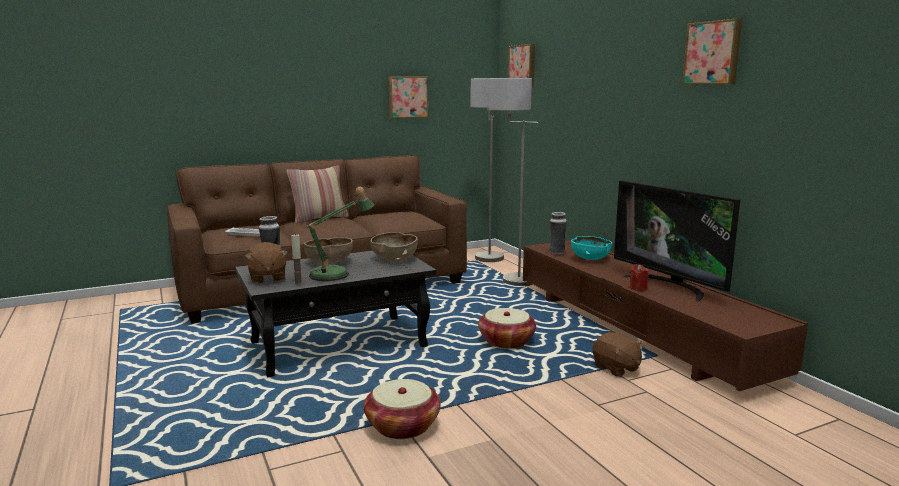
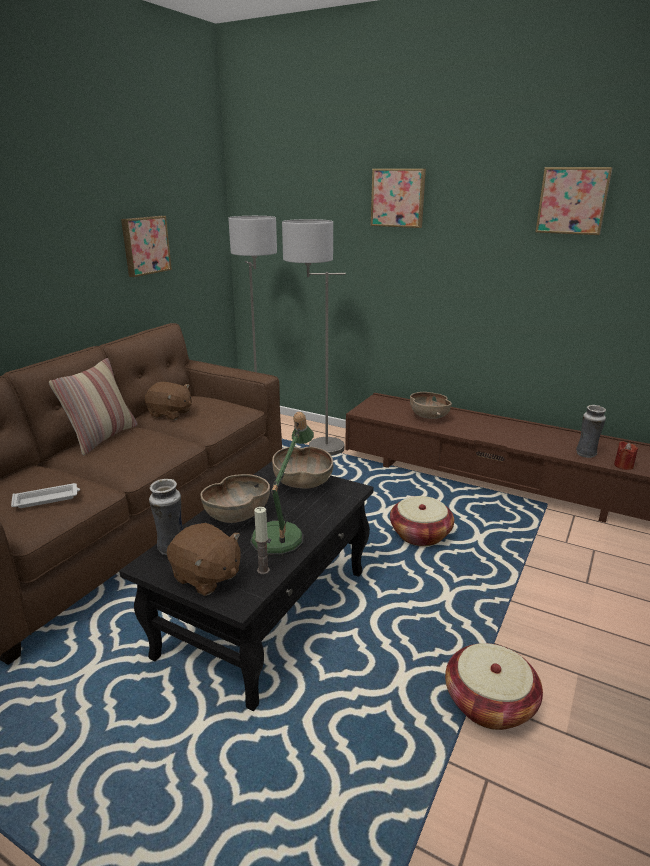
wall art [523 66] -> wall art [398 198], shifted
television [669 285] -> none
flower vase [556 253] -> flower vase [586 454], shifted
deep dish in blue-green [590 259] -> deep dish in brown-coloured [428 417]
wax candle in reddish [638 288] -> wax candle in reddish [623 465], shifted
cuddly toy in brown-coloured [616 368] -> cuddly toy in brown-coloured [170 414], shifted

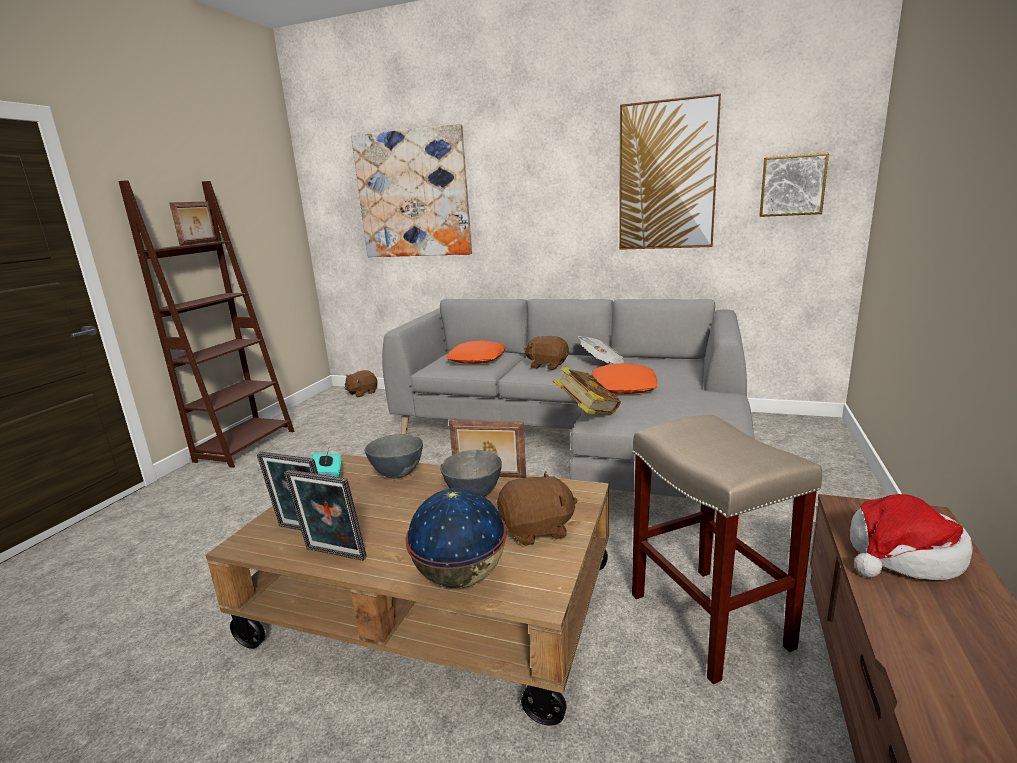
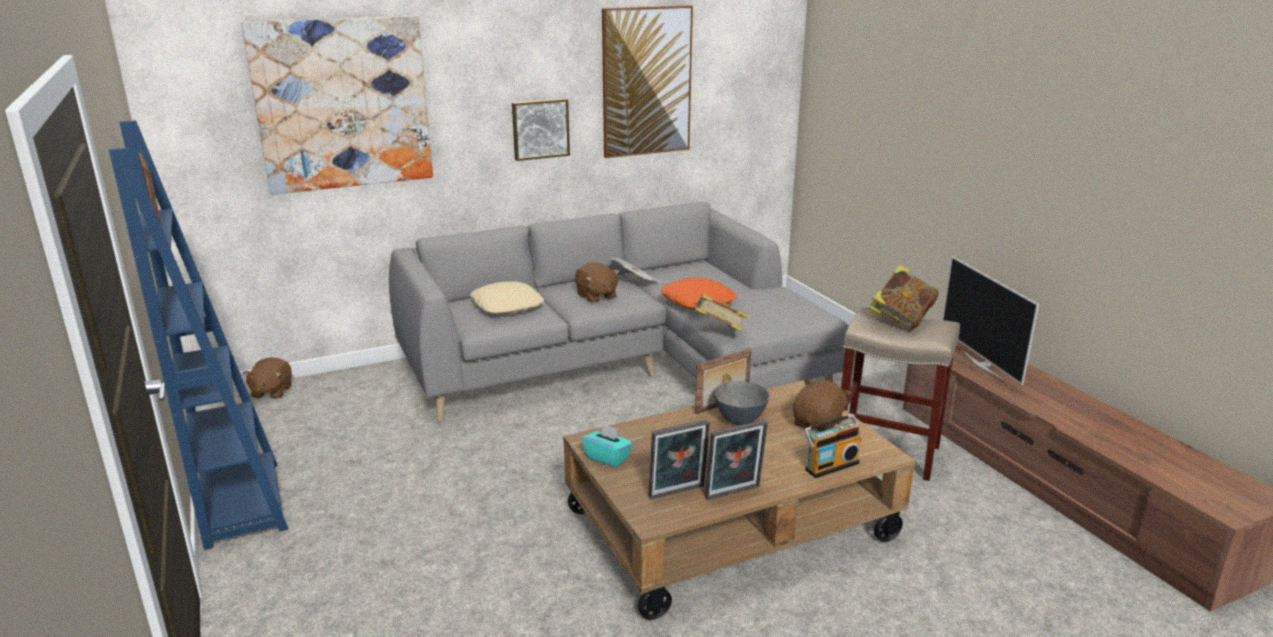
wall art [792 185] -> wall art [540 129], shifted
shelving unit in brown-coloured [245 446] -> shelving unit in blue-coloured [242 504]
cuddly toy in brown-coloured [547 365] -> cuddly toy in brown-coloured [596 296], 105 degrees counterclockwise
cushion in orange-coloured [477 359] -> cushion in beige [507 306]
deep dish in grey [398 474] -> none
world globe [461 577] -> radio [830 465]
wearable hat [902 555] -> television [982 364]
none -> volume [901 320]

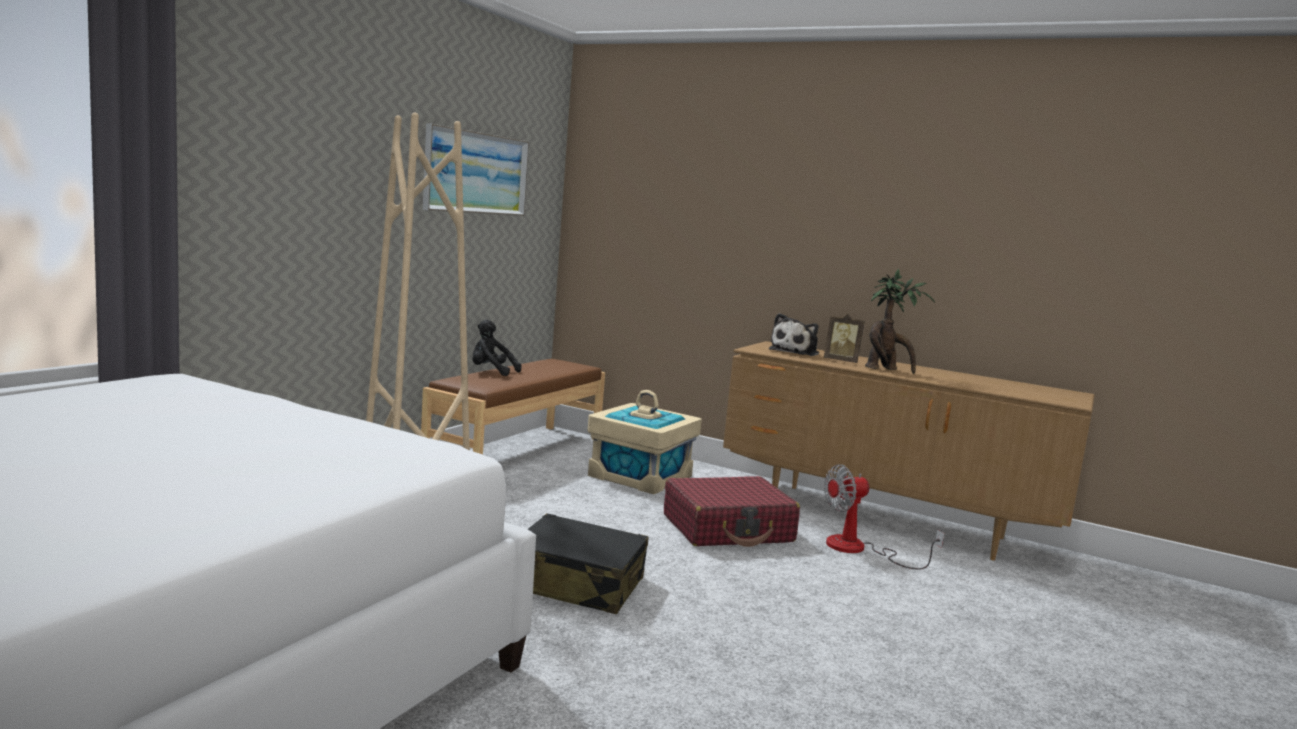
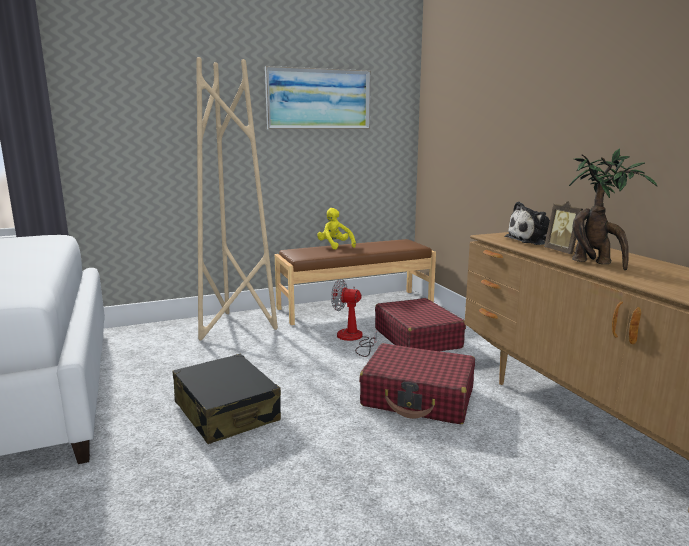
cuddly toy in black [491 372] -> cuddly toy in yellowish [335 246]
storage container in beige [640 476] -> travel case in reddish [417 338]
cooling fan [859 549] -> cooling fan [353 339], shifted

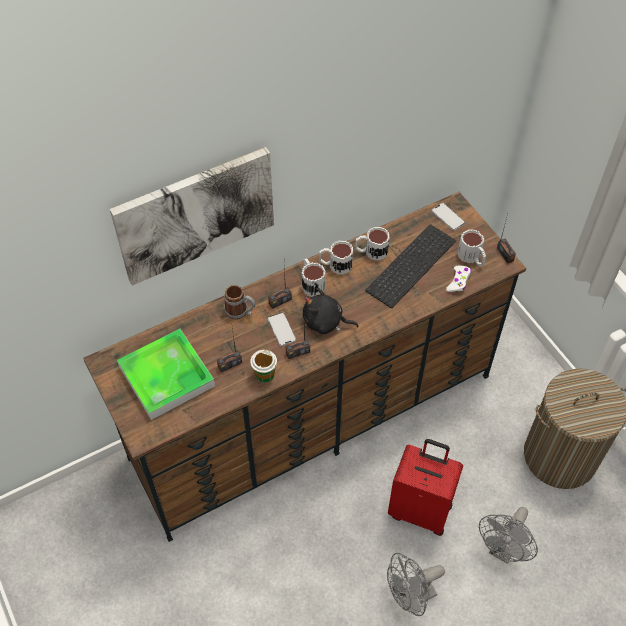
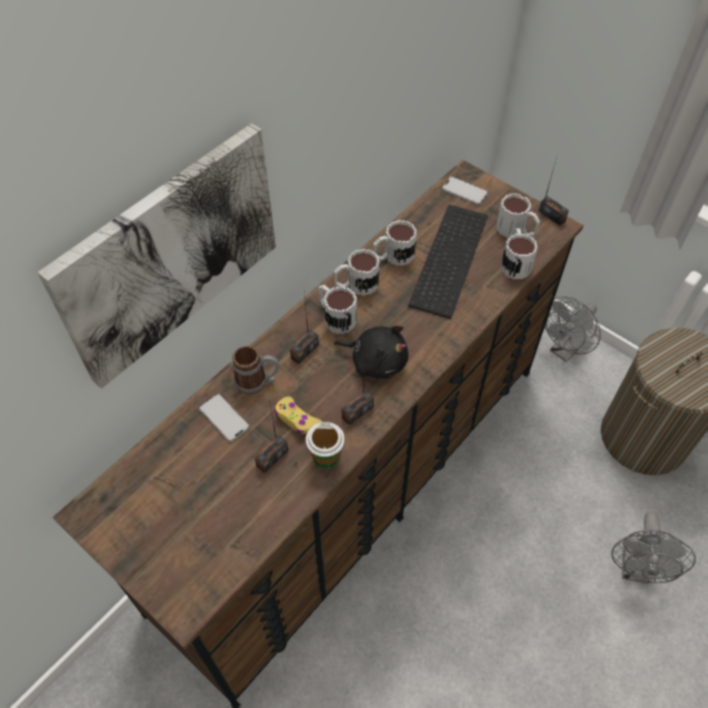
joypad in whitish [458 281] -> mug [514 262]
cuddly toy in black [325 322] -> cuddly toy in black [376 361], 150 degrees counterclockwise
phone [281 329] -> phone [224 418], shifted
carrying tray [166 376] -> none
travel case in reddish [420 509] -> none
cooling fan in grey [410 597] -> cooling fan in grey [564 351], shifted
none -> joypad in yellowish [297 419]

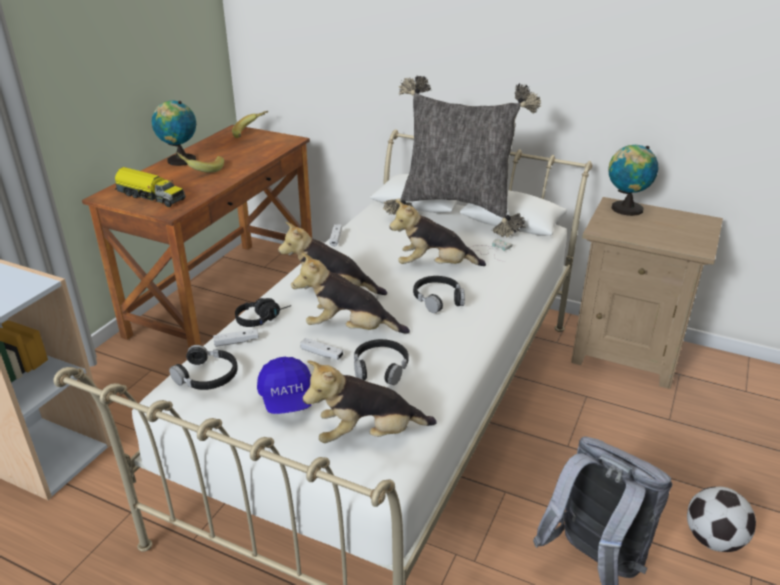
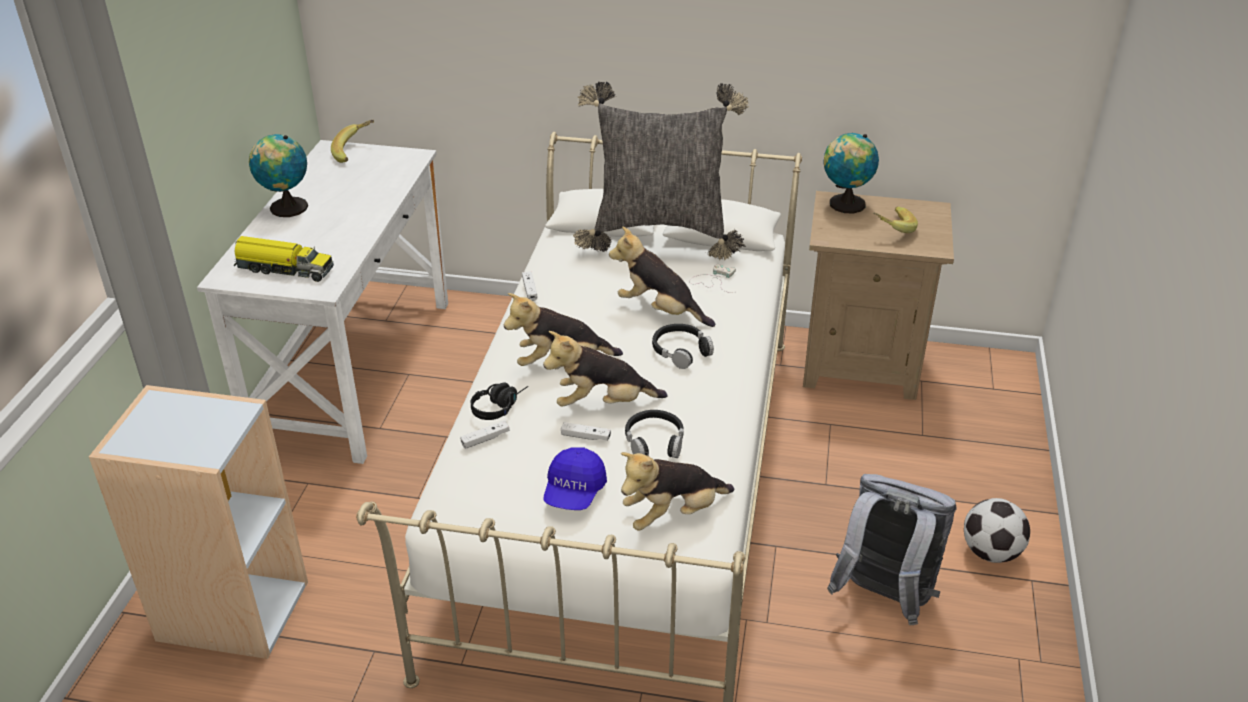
desk unit in brown-coloured [224 296] -> desk unit in whitish [353 370]
banana [202 170] -> banana [890 229], shifted
cuddly toy [434 266] -> cuddly toy [660 310], 45 degrees clockwise
headset in black [207 376] -> none
cap in blue-coloured [287 398] -> cap in blue-coloured [574 492], 45 degrees clockwise

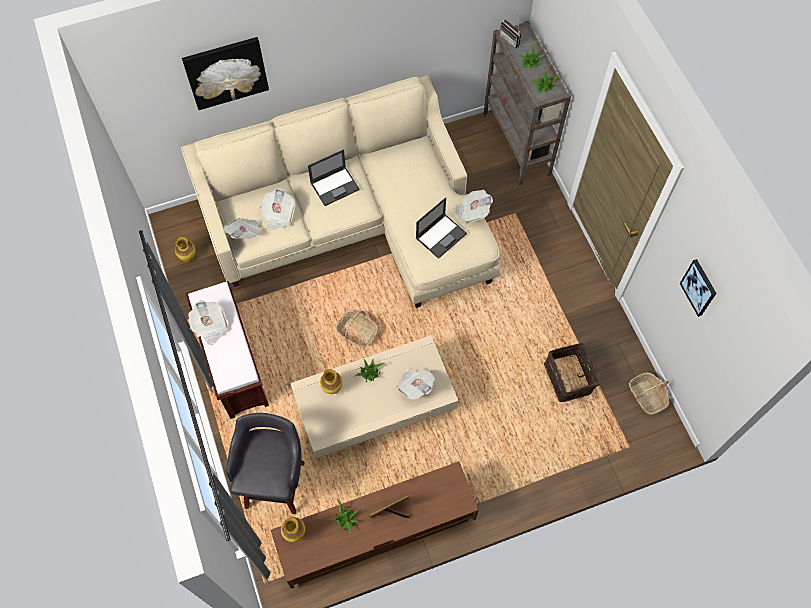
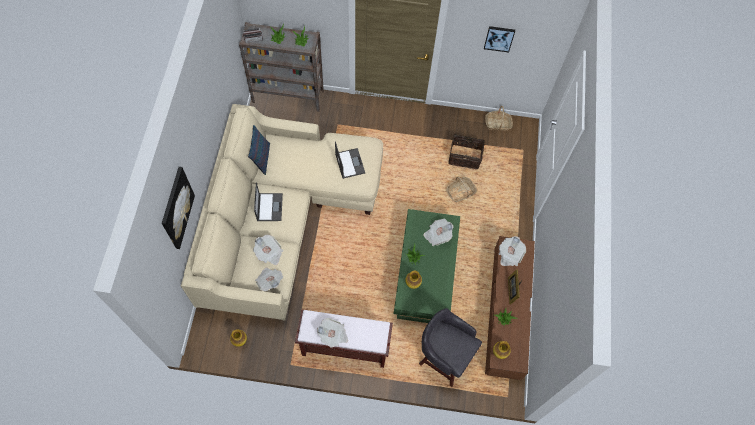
newspaper [472 211] -> newspaper [509 255], shifted
household basket [357 332] -> household basket [460 192], shifted
coffee table in beige [376 407] -> coffee table in green-coloured [425 273]
none -> cushion in blue-coloured [262 158]

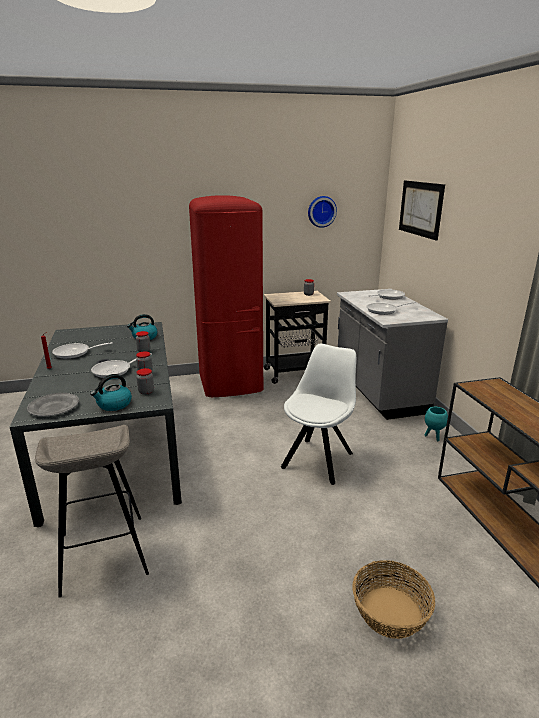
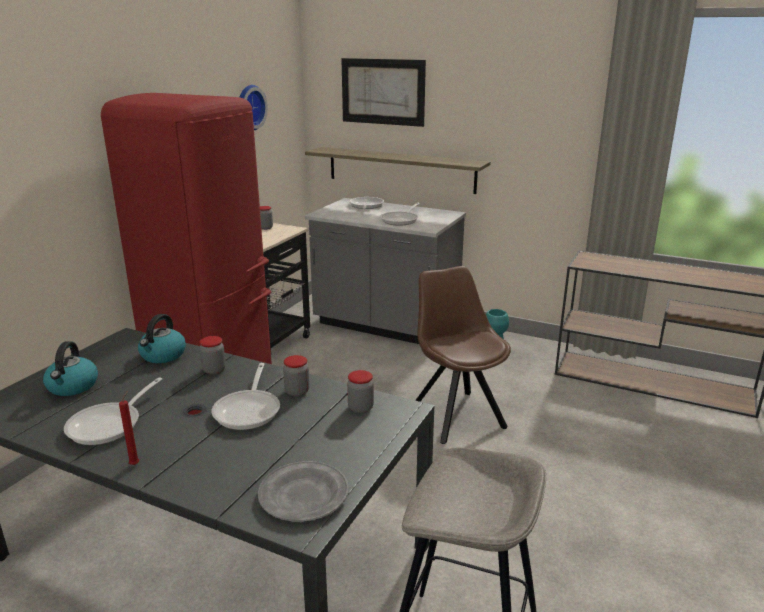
plain chair in whitish [318 460] -> plain chair in brown-coloured [457 416]
kettle [114 405] -> kettle [72 386], shifted
household basket [390 612] -> none
none -> shelf [400 169]

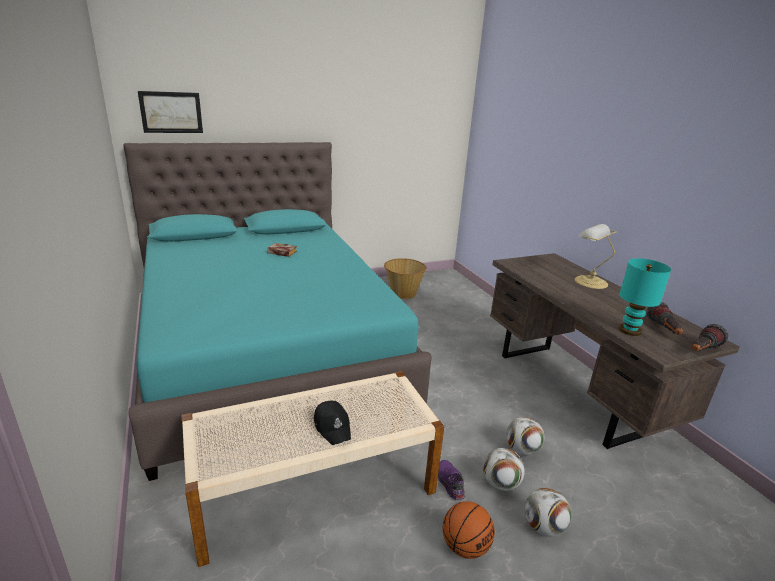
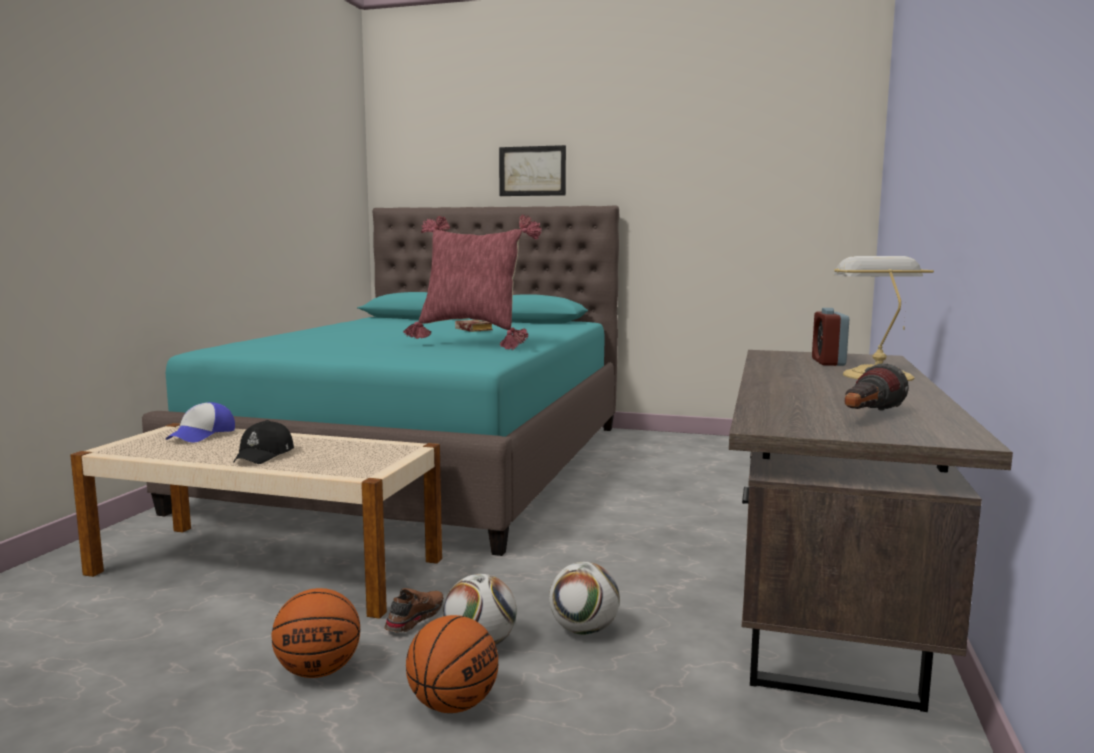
wall art [171 112] -> wall art [532 171], shifted
household basket [403 293] -> none
lamp for a table in blue-green [630 330] -> none
flashlight [701 351] -> none
low shoe in purple [449 483] -> low shoe in brown-coloured [413 618]
football ball [543 527] -> basketball ball [453 705]
none -> cushion in reddish [473 344]
none -> bedside clock [828 362]
none -> cap [202 435]

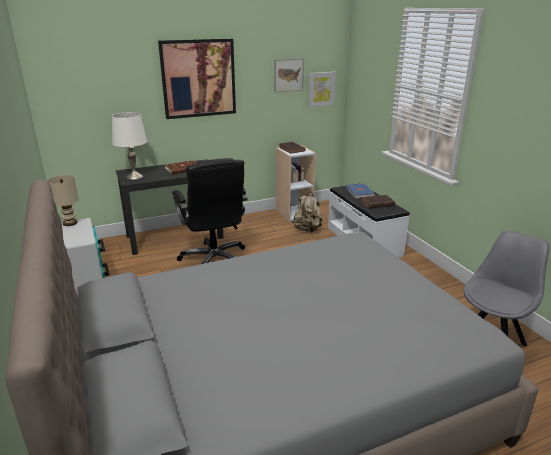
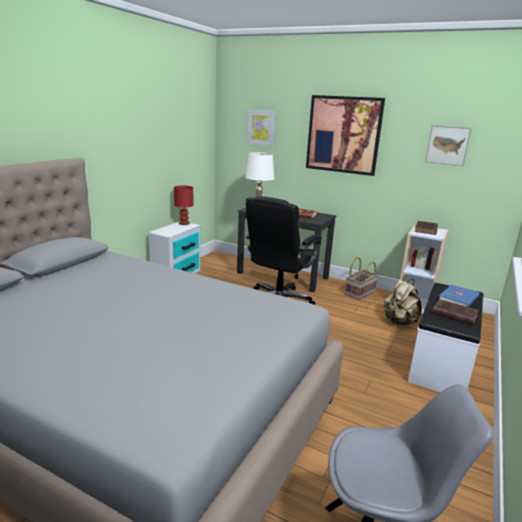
wall art [321 89] -> wall art [261 127], shifted
lamp for a table in beige [70 223] -> lamp for a table in reddish [183 223]
none -> household basket [359 292]

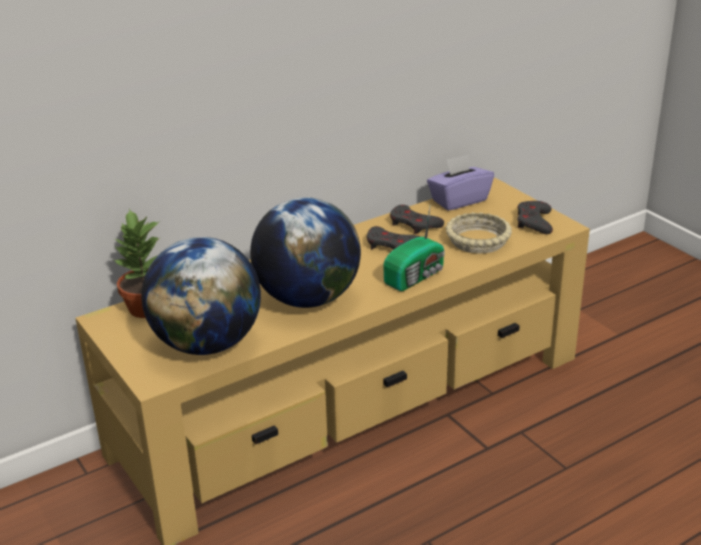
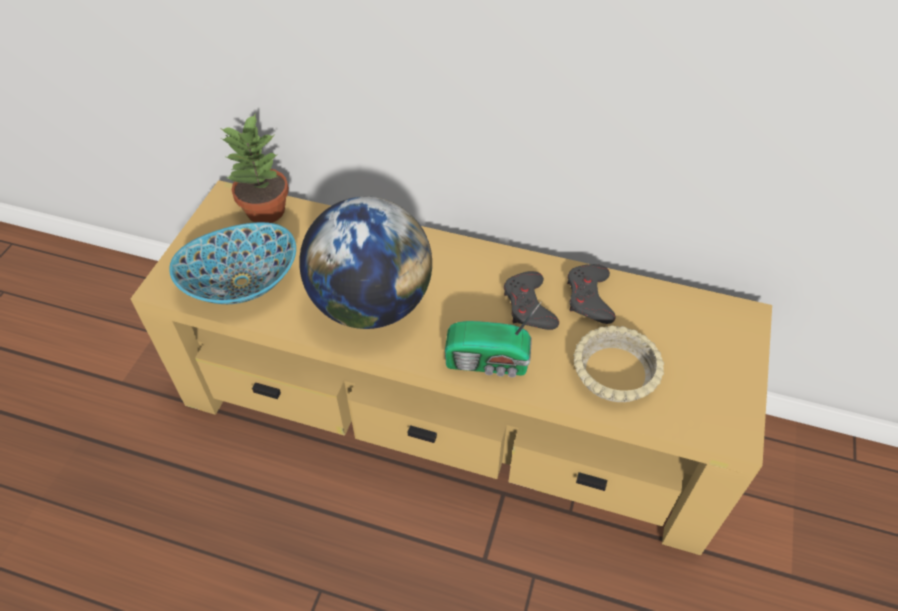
tissue holder in purple [459 200] -> none
joypad in grey [534 222] -> none
world globe [207 343] -> deep dish [242 283]

